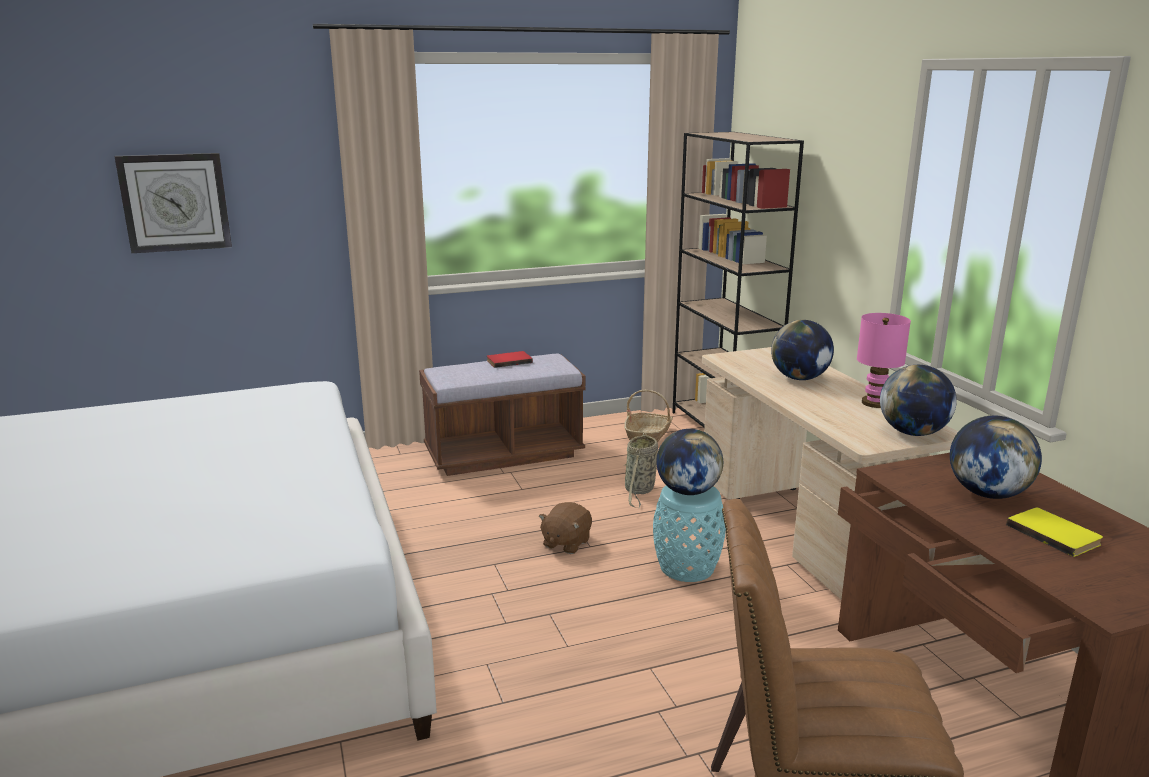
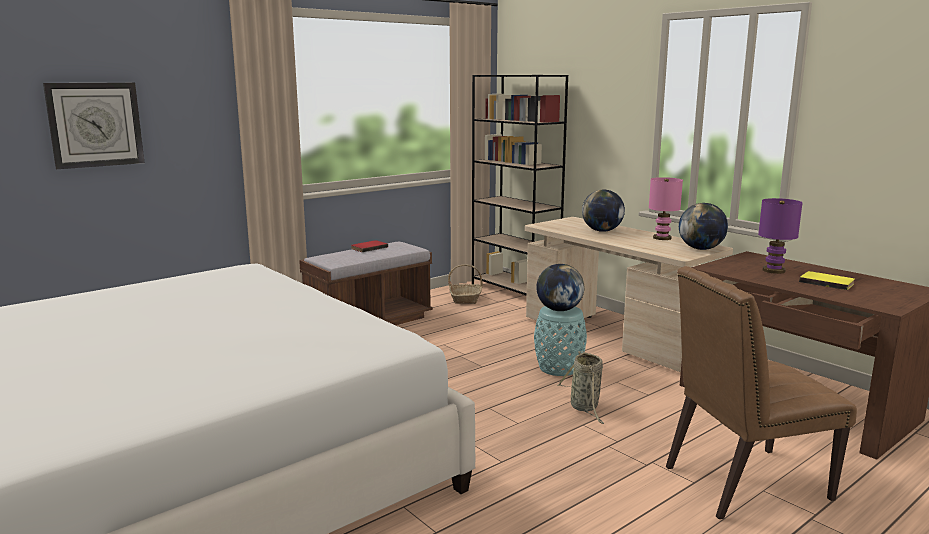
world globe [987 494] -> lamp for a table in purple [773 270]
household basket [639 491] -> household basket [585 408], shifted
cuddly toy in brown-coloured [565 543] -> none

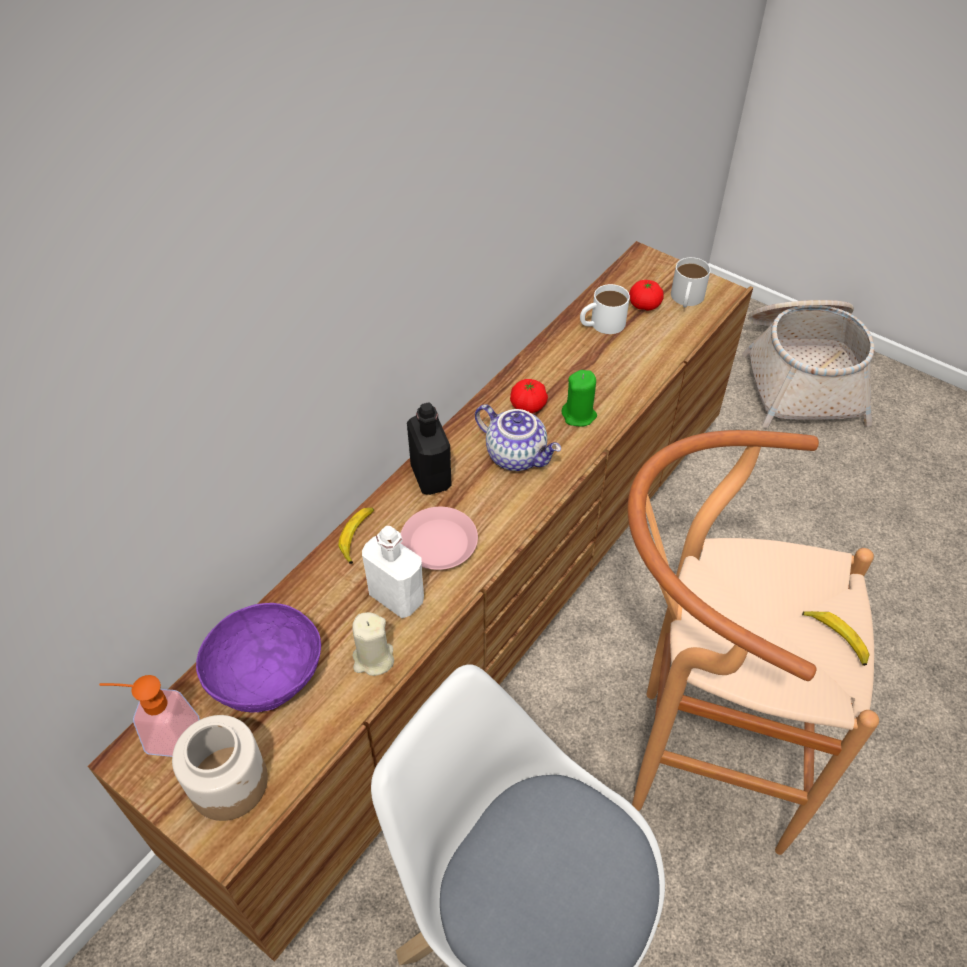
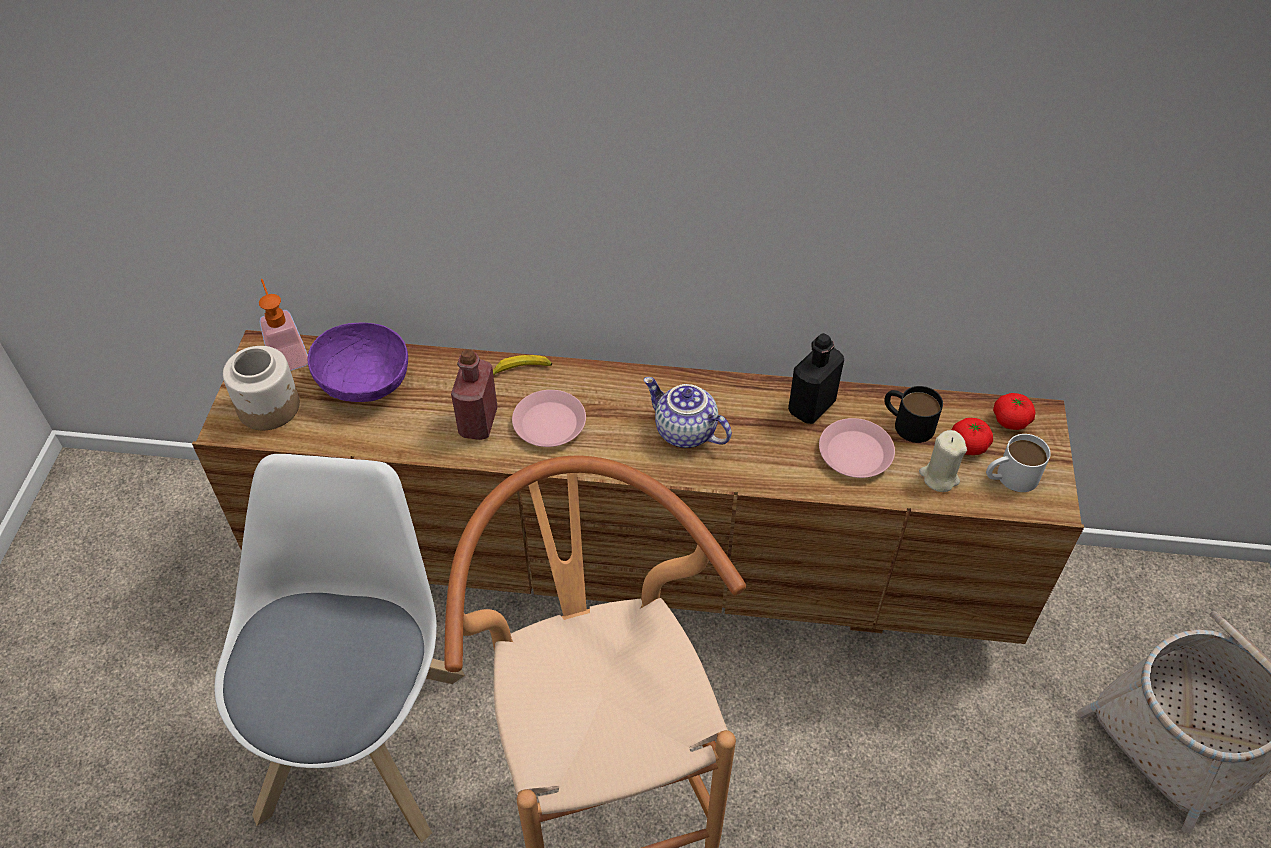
mug in whitish [601 324] -> mug in black [907 422]
wax candle in green-coloured [579 415] -> none
fresh tomato [528 405] -> fresh tomato [1010 420], shifted
bottle in black [431 477] -> bottle in black [811 406], shifted
teapot [517 455] -> teapot [684 432], 120 degrees clockwise
bottle in whitish [396 597] -> bottle in reddish [478 422]
banana [836 639] -> none
wax candle in beige [373 659] -> wax candle in beige [939 477], shifted
none -> plate in pink [855 453]

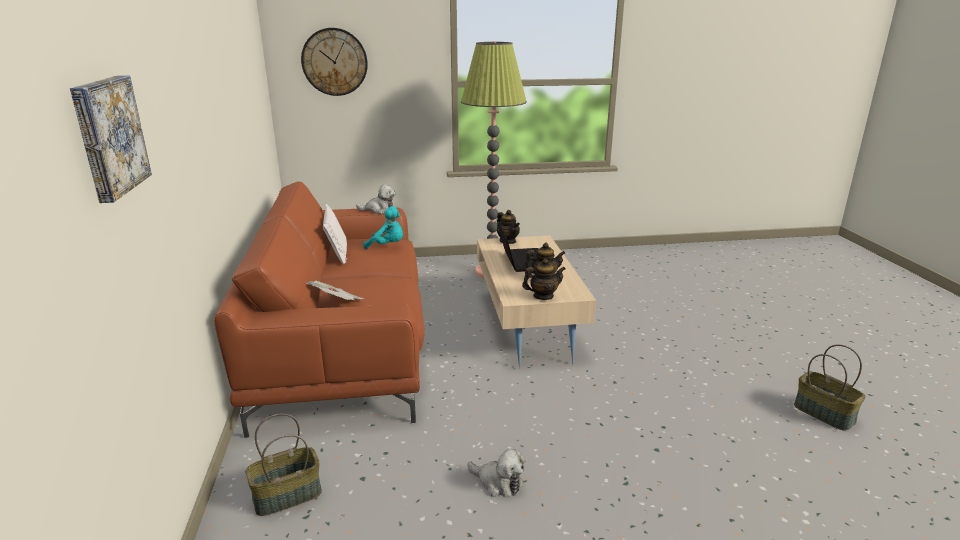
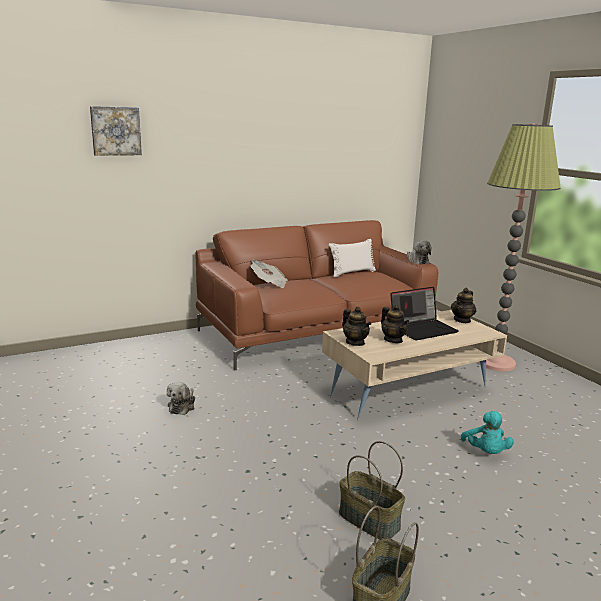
hanging clock [334 62] -> none
cuddly toy in blue-green [387 246] -> cuddly toy in blue-green [485 452], shifted
household basket [287 497] -> household basket [368 520], shifted

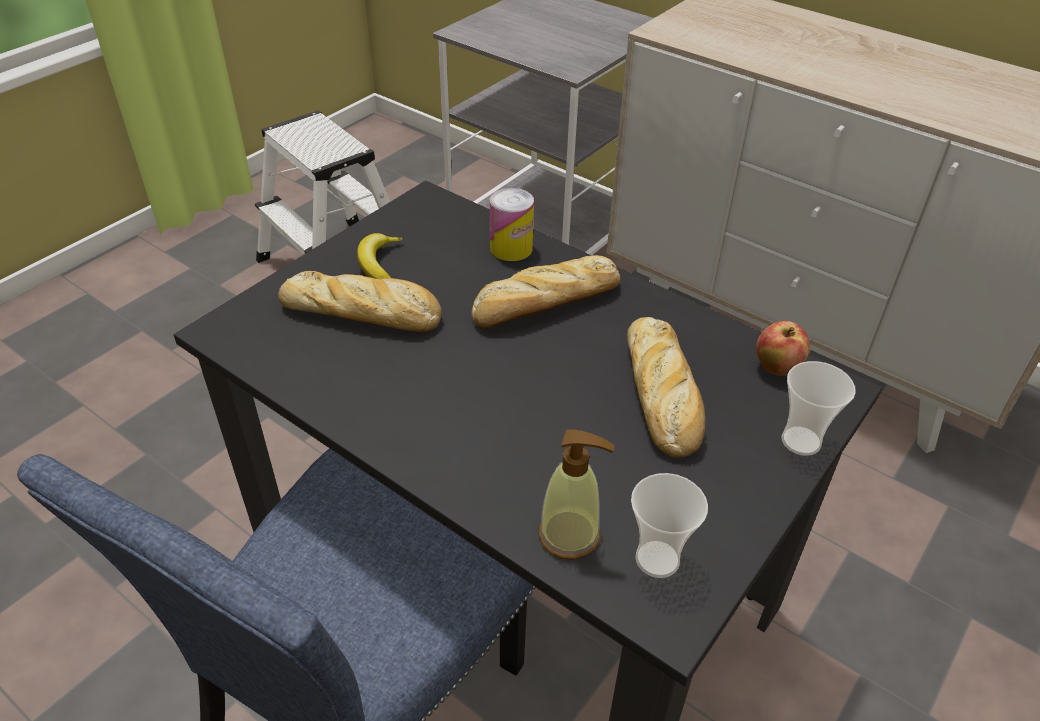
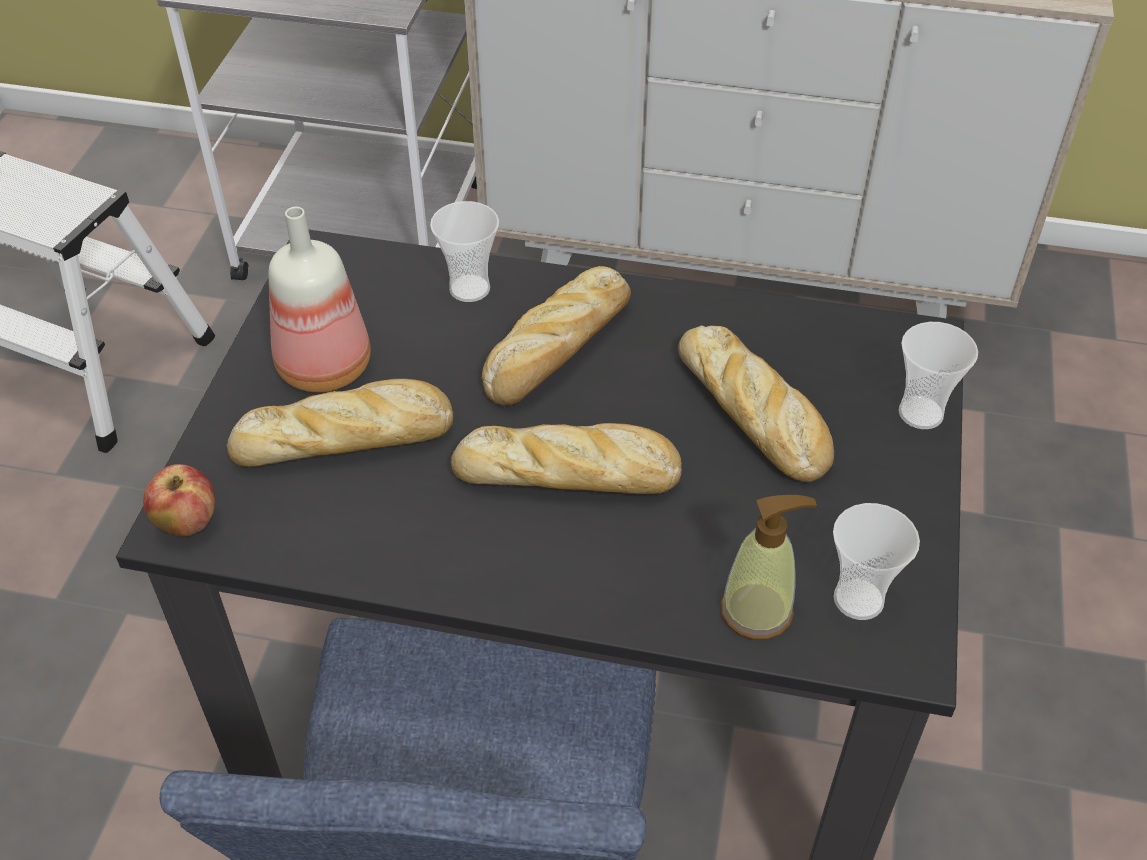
metal can [511 248] -> drinking cup [469 288]
banana [380 265] -> bottle [321 366]
apple [776 367] -> apple [187 523], shifted
none -> baked bread [571 473]

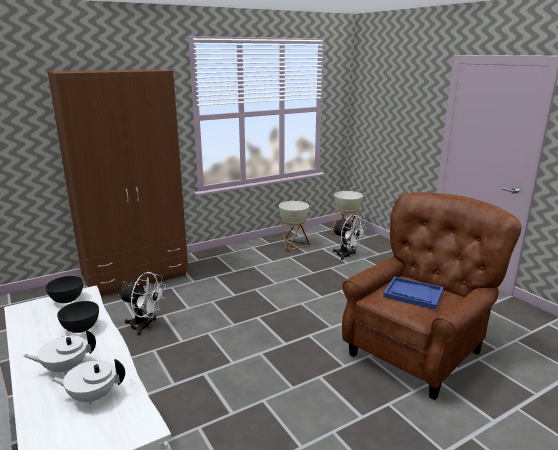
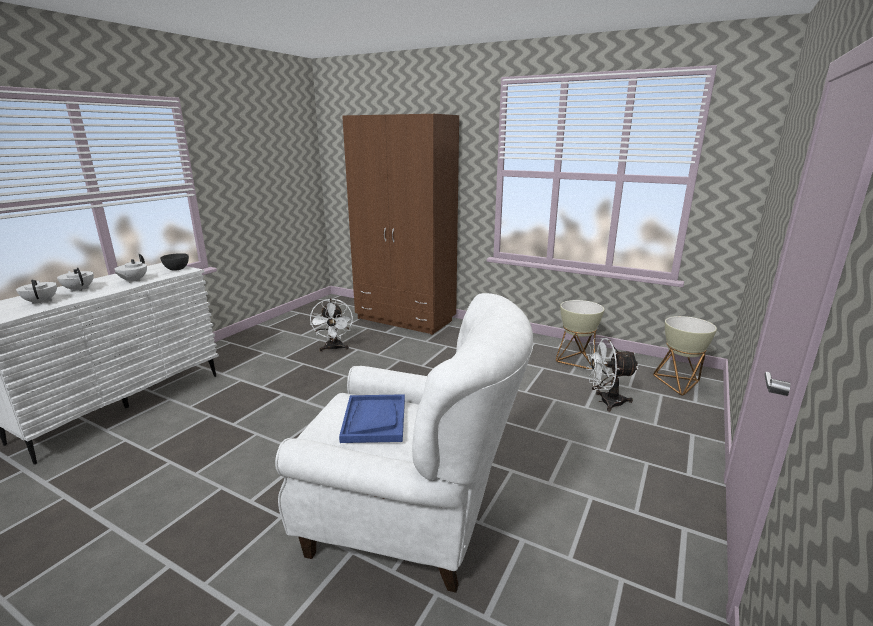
easy chair in brown-coloured [418 351] -> easy chair in whitish [411 520]
cooling fan in whitish [347 256] -> cooling fan in whitish [605 402], 75 degrees clockwise
deep dish in grey [81 328] -> teapot in whitish [133 281]

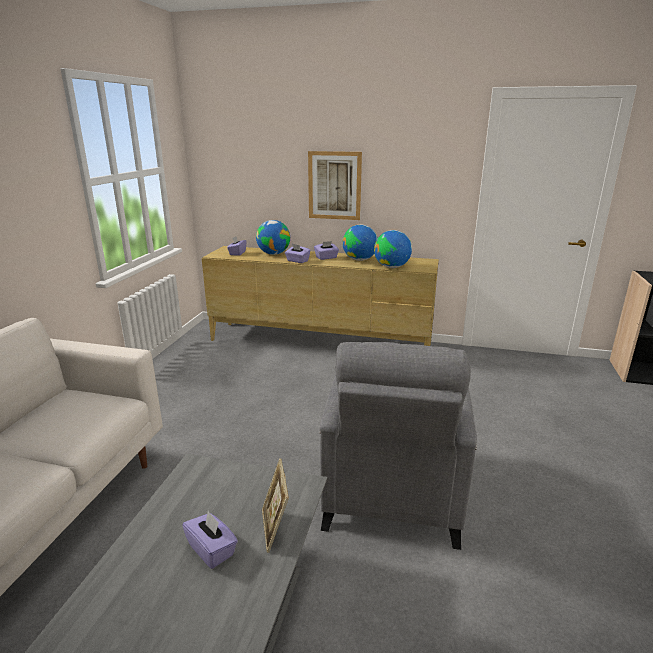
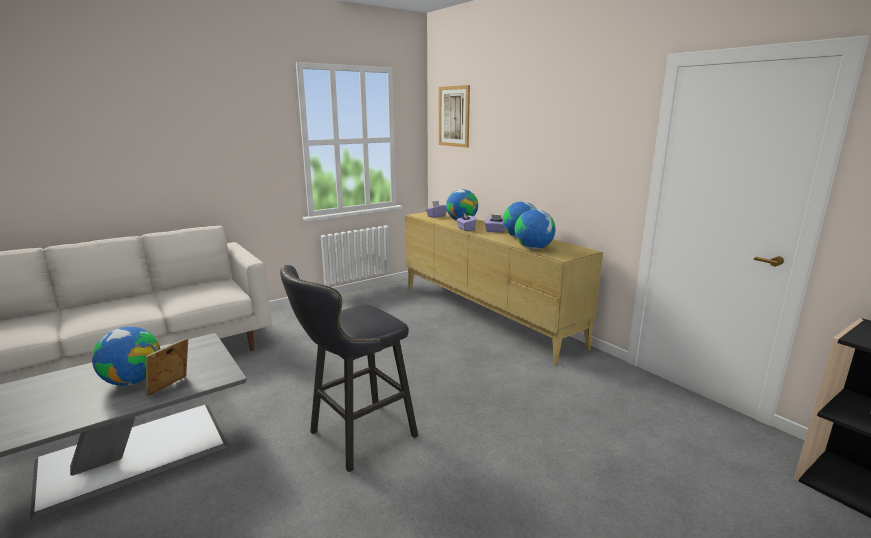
wall art [334 185] -> wall art [454 116], shifted
easy chair in grey [391 492] -> stool in black [352 439]
tissue holder in purple [212 550] -> world globe [133 381]

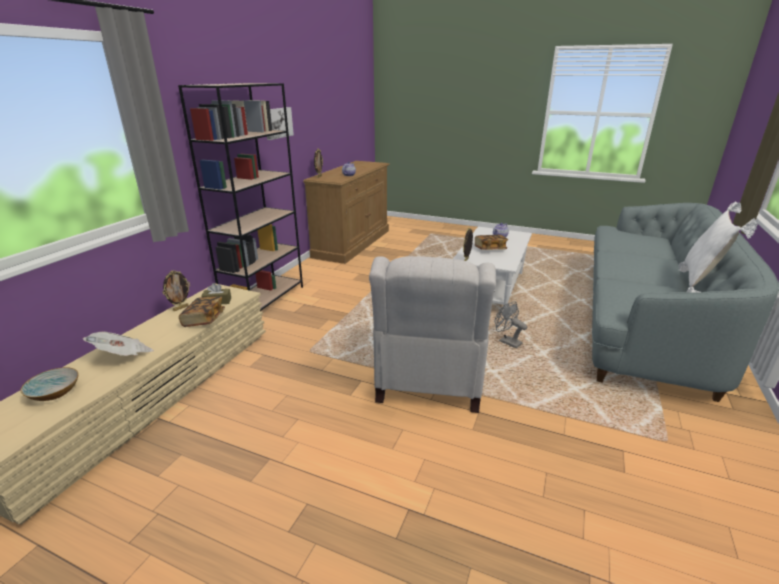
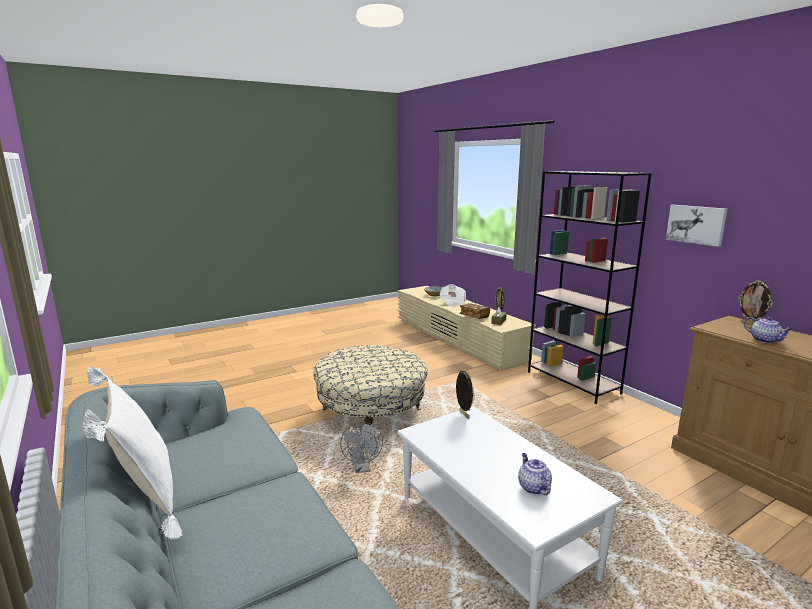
volume [490 249] -> none
easy chair in whitish [429 376] -> ottoman in beige [371 410]
cooling fan in grey [506 341] -> cooling fan in grey [362 469], 90 degrees clockwise

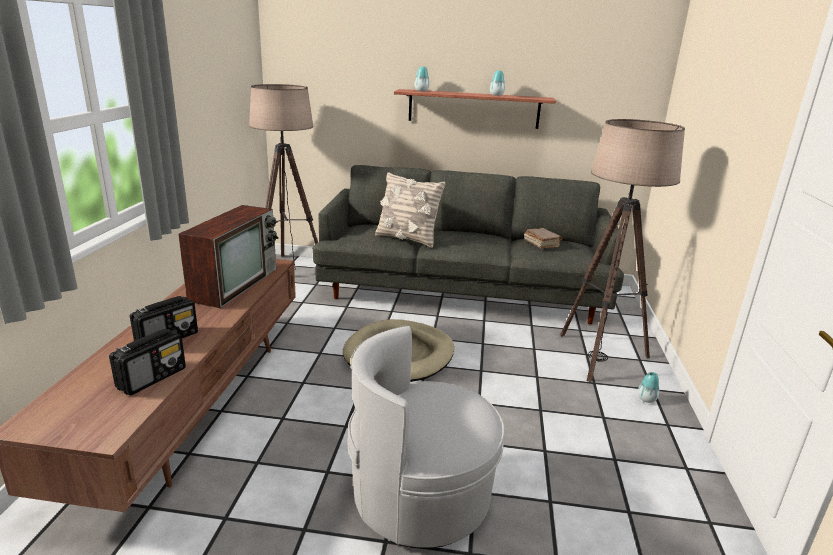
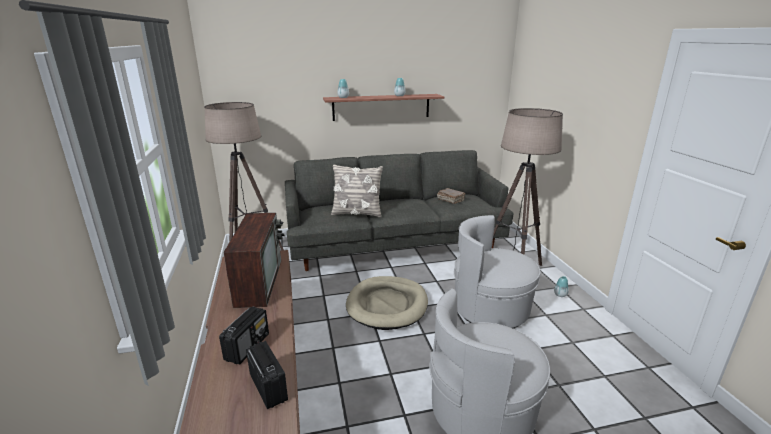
radio [152 378] -> radio [268 387], 45 degrees counterclockwise
none -> easy chair in whitish [491 309]

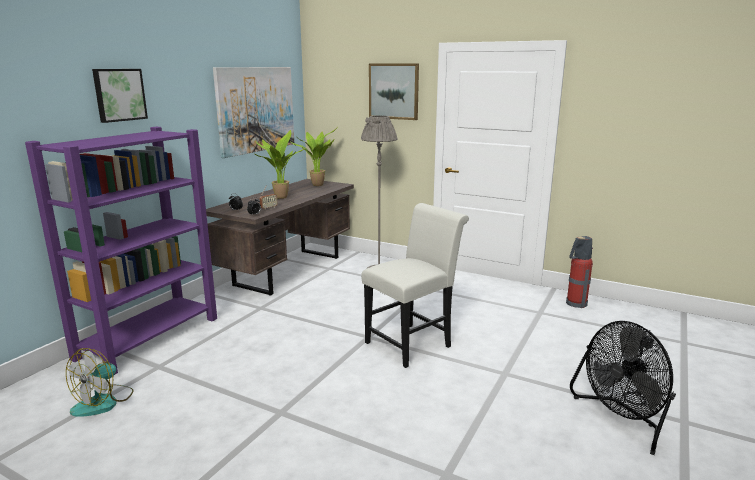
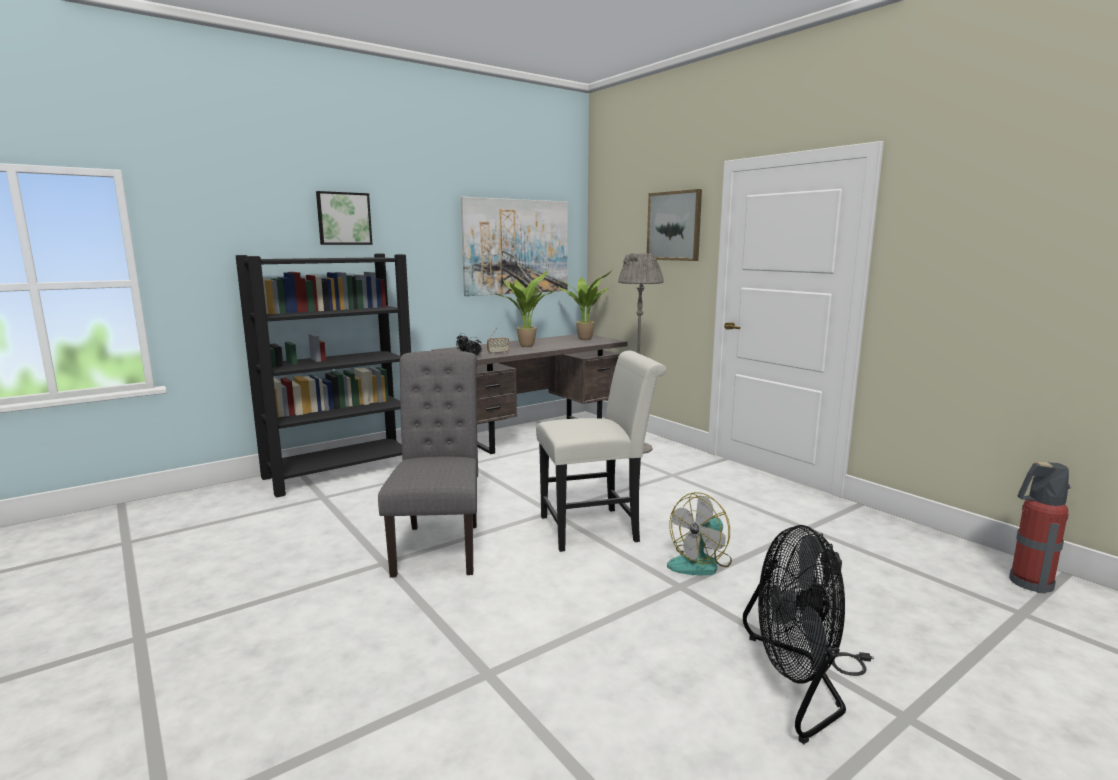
shelving unit in purple [149 338] -> shelving unit in black [341 472]
fire extinguisher [575 303] -> fire extinguisher [1028 583], shifted
cooling fan [103 402] -> cooling fan [700 563], shifted
none -> plain chair in grey [440 545]

